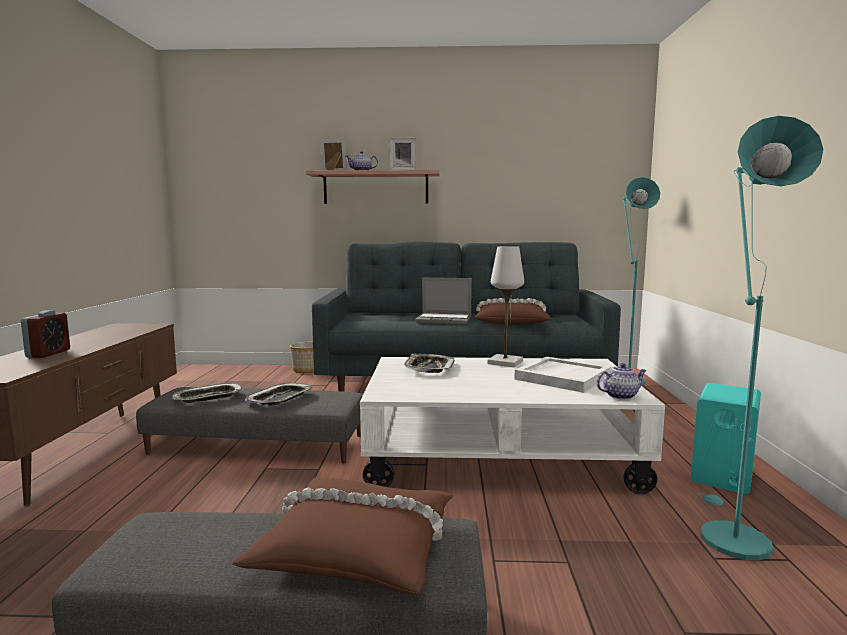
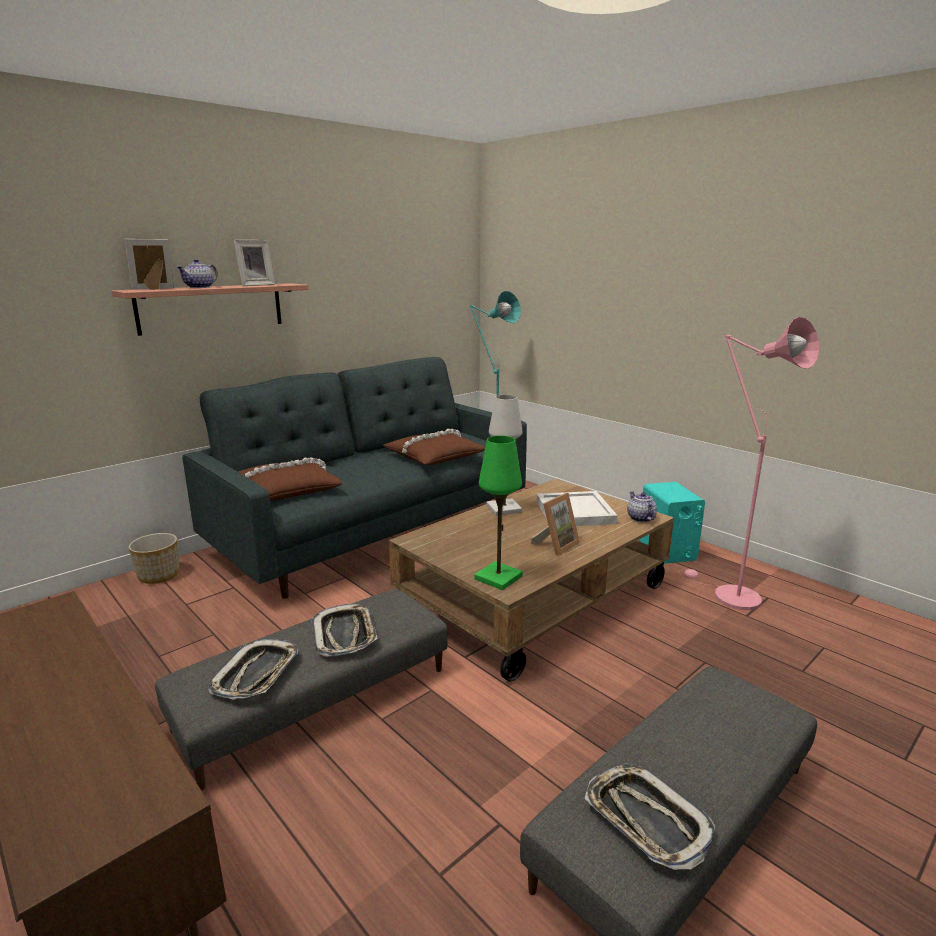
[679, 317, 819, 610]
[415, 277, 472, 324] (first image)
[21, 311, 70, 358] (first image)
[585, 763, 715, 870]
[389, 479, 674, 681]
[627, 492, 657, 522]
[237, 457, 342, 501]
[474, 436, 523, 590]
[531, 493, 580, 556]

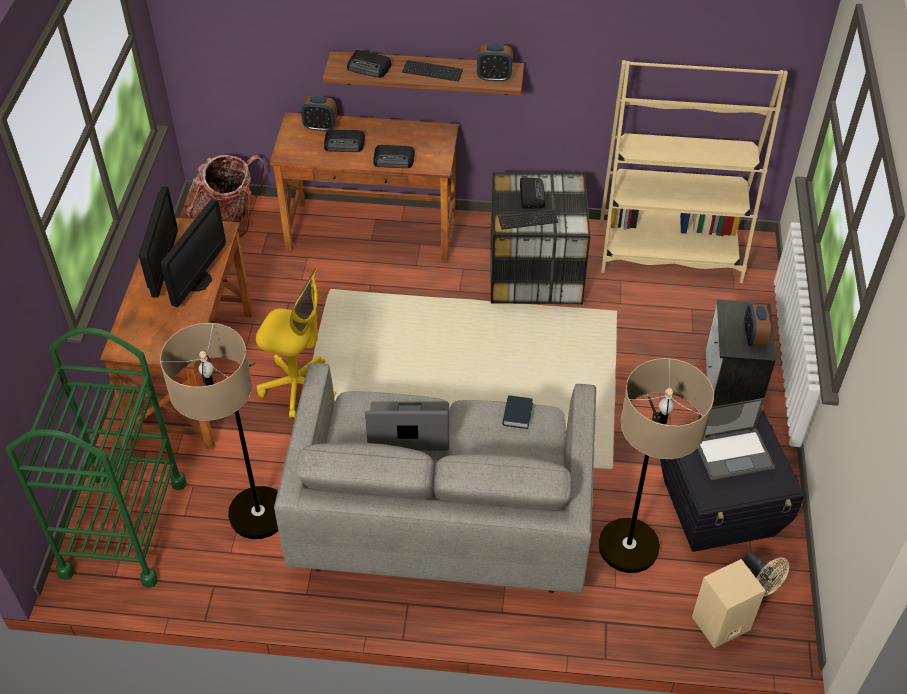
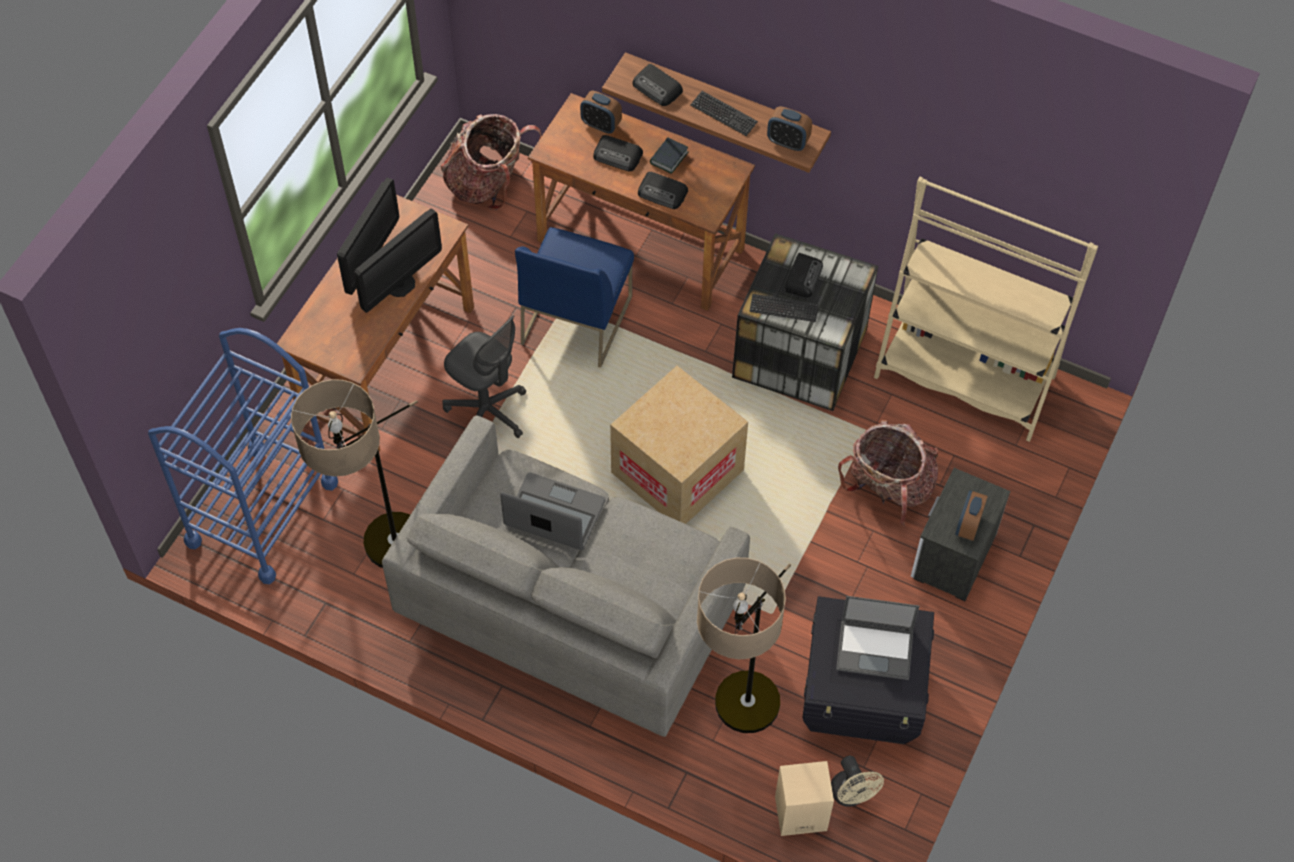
[443, 315, 526, 438]
[148, 328, 338, 584]
[650, 137, 688, 174]
[515, 227, 634, 368]
[610, 366, 748, 524]
[838, 420, 939, 526]

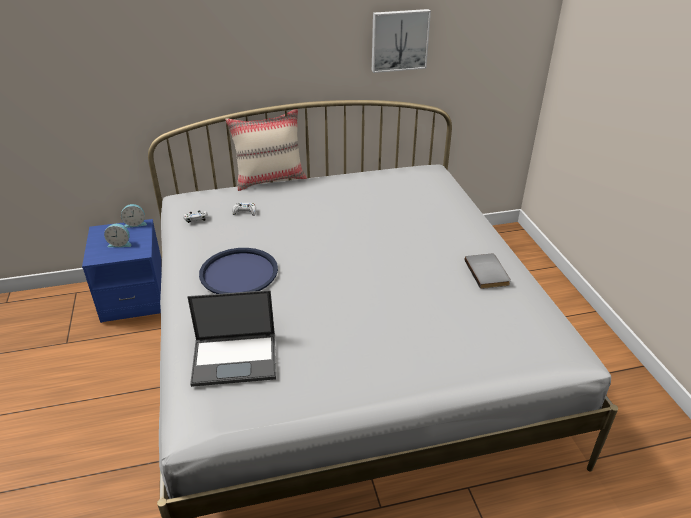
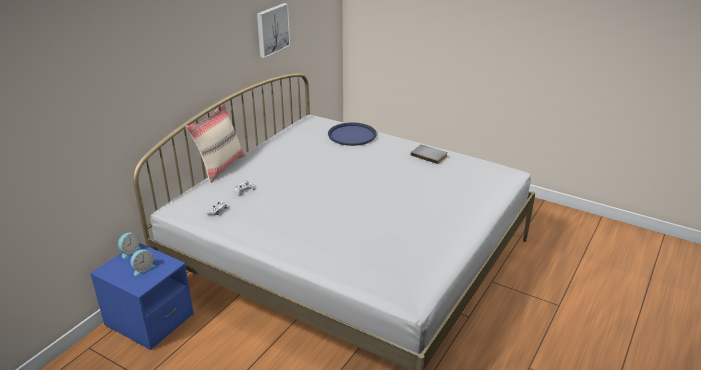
[328, 122, 377, 146]
[187, 290, 276, 387] (first image)

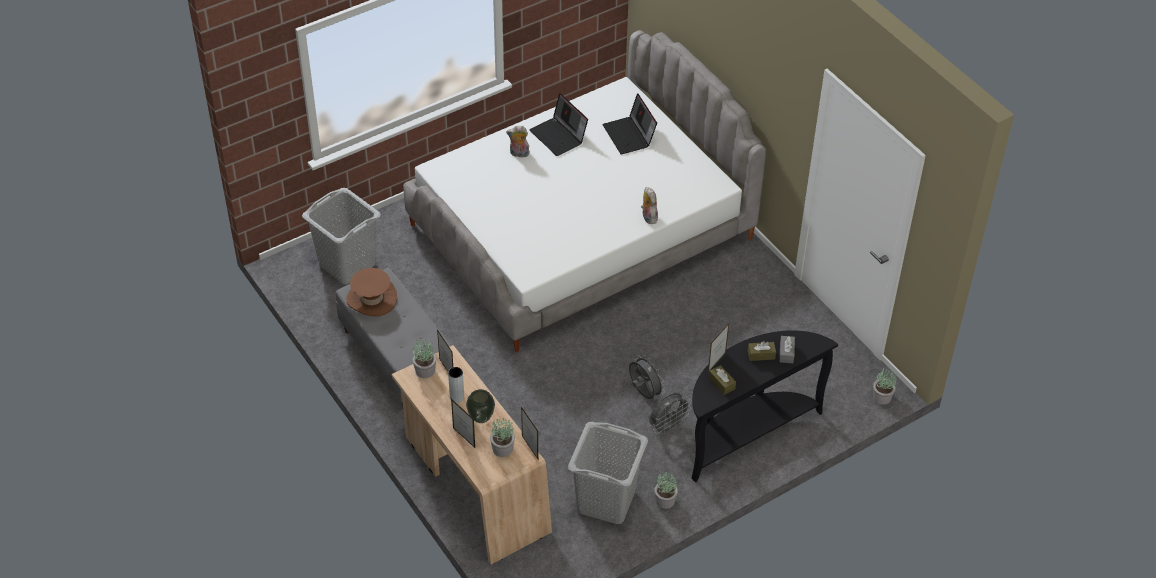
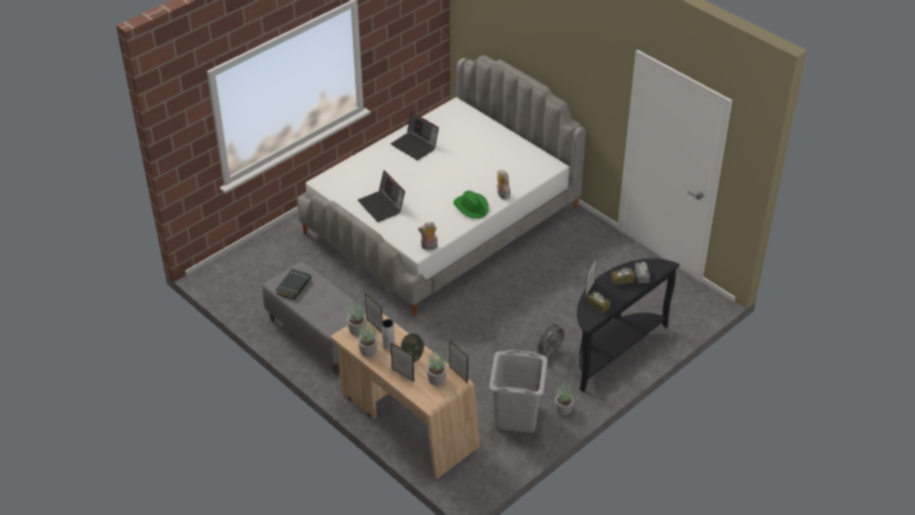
[358, 170, 405, 222]
[418, 222, 438, 250]
[302, 188, 381, 284] (first image)
[276, 269, 311, 300]
[629, 355, 665, 399] (first image)
[358, 323, 378, 357]
[453, 191, 489, 219]

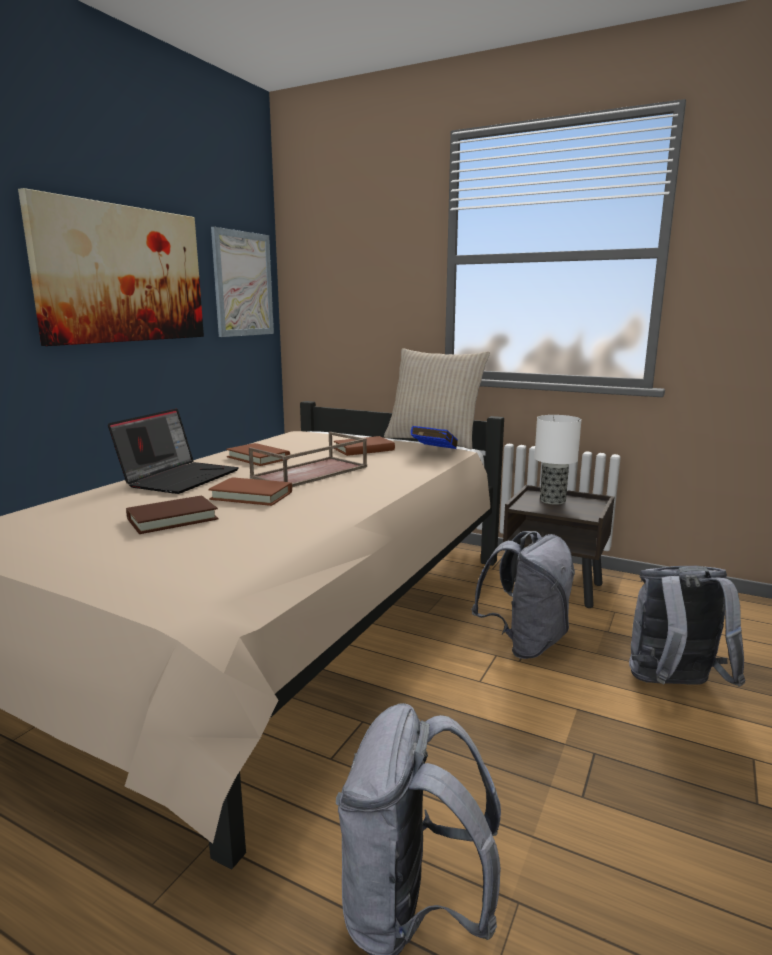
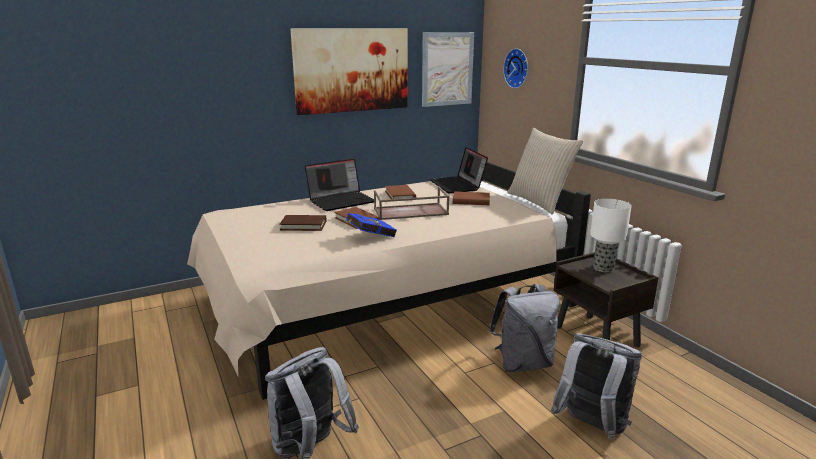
[345, 213, 397, 237]
[503, 48, 528, 89]
[430, 147, 488, 193]

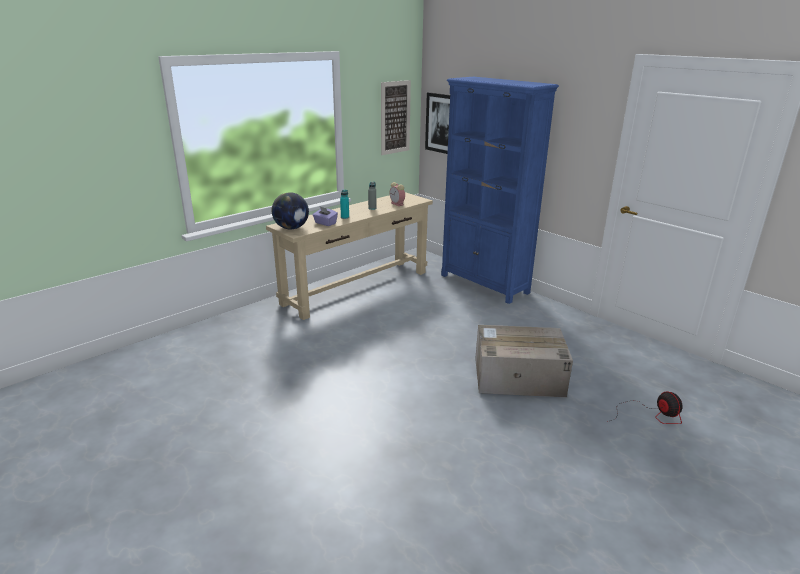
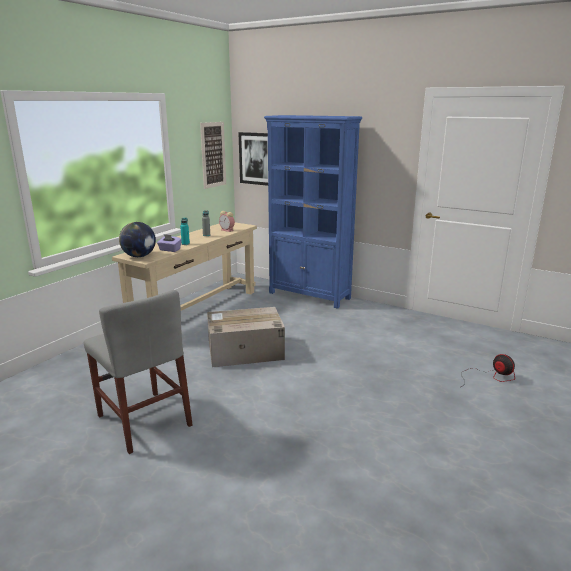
[207, 307, 285, 367]
[84, 290, 193, 454]

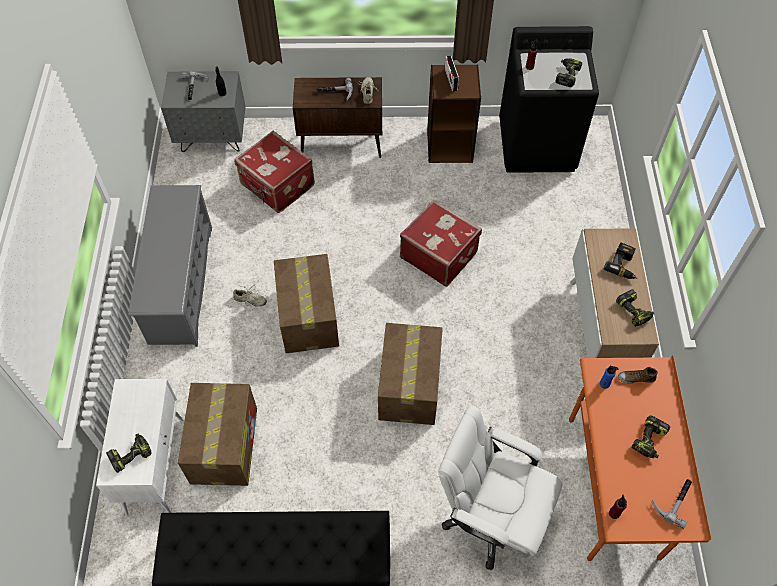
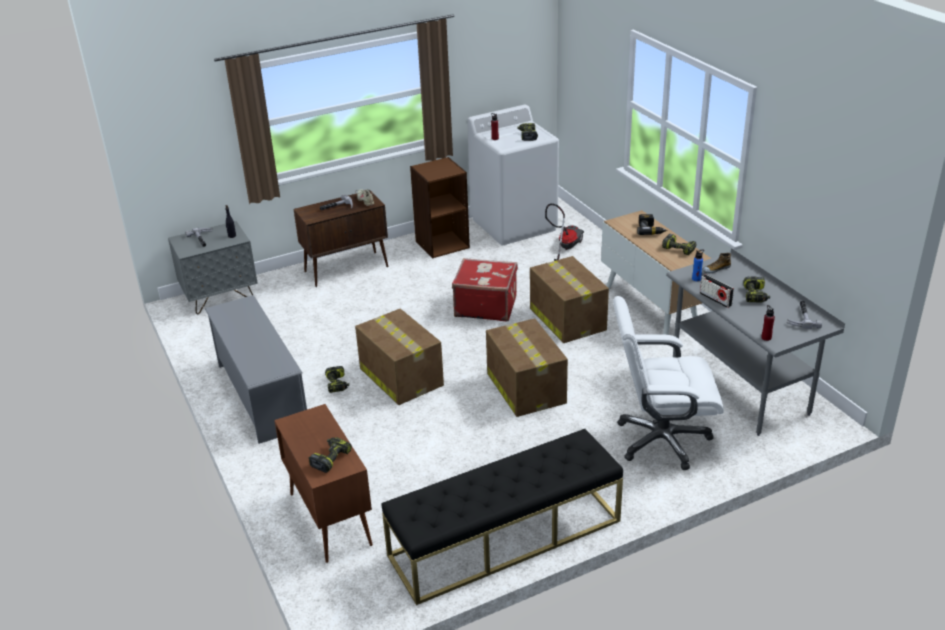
[467, 105, 559, 245]
[700, 274, 734, 308]
[234, 131, 315, 213] (first image)
[325, 366, 349, 393]
[666, 248, 845, 436]
[274, 404, 373, 563]
[530, 256, 609, 343]
[545, 204, 584, 261]

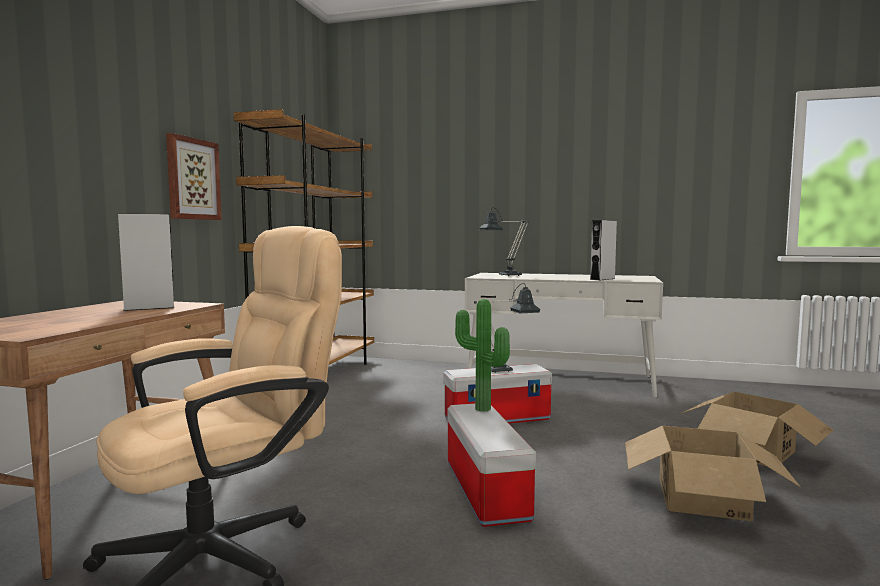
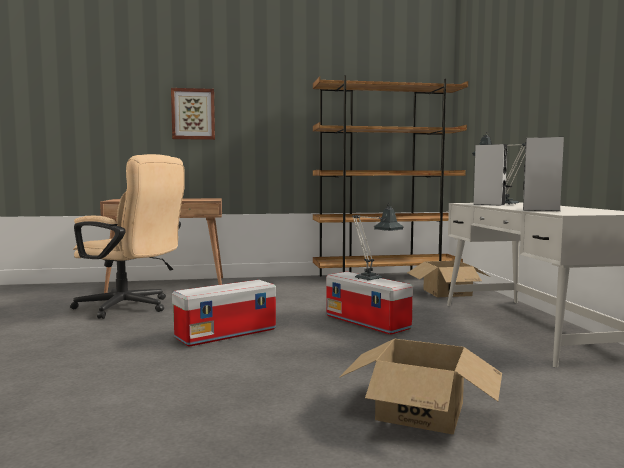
[171, 88, 215, 140]
[473, 144, 507, 206]
[455, 299, 510, 412] (first image)
[407, 261, 490, 297]

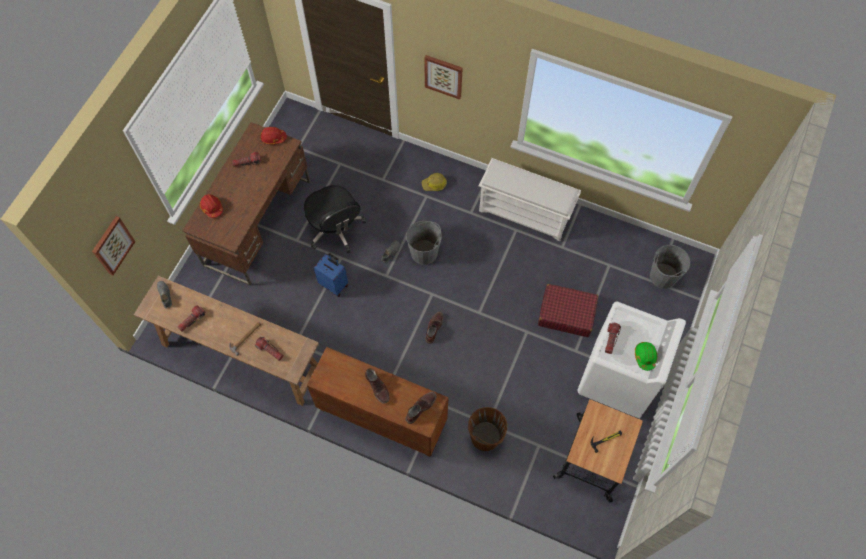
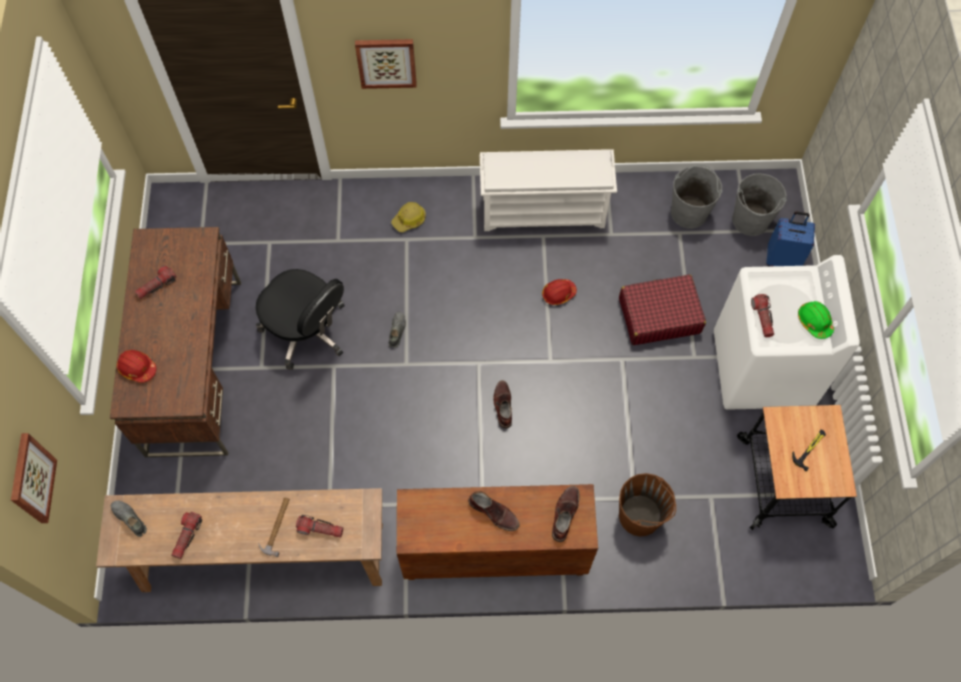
[542, 279, 577, 305]
[671, 164, 722, 229]
[766, 212, 815, 266]

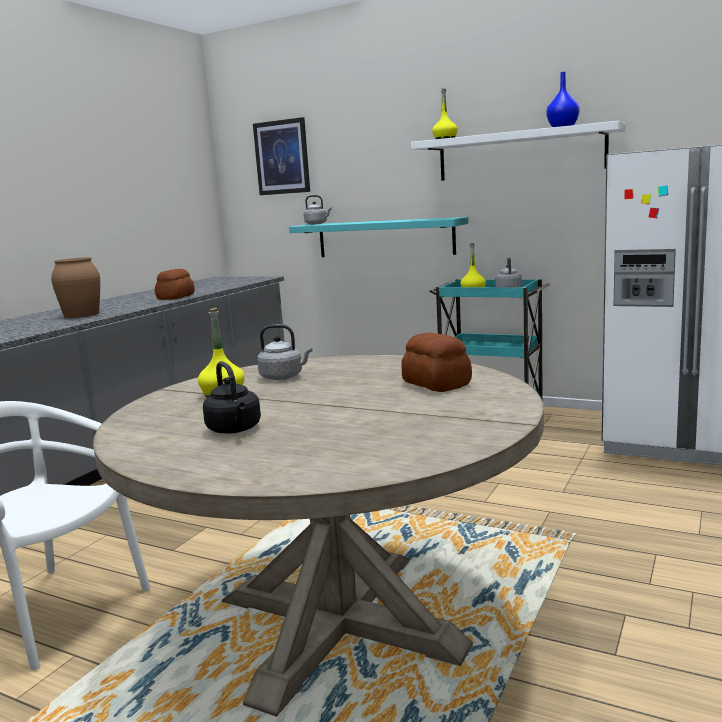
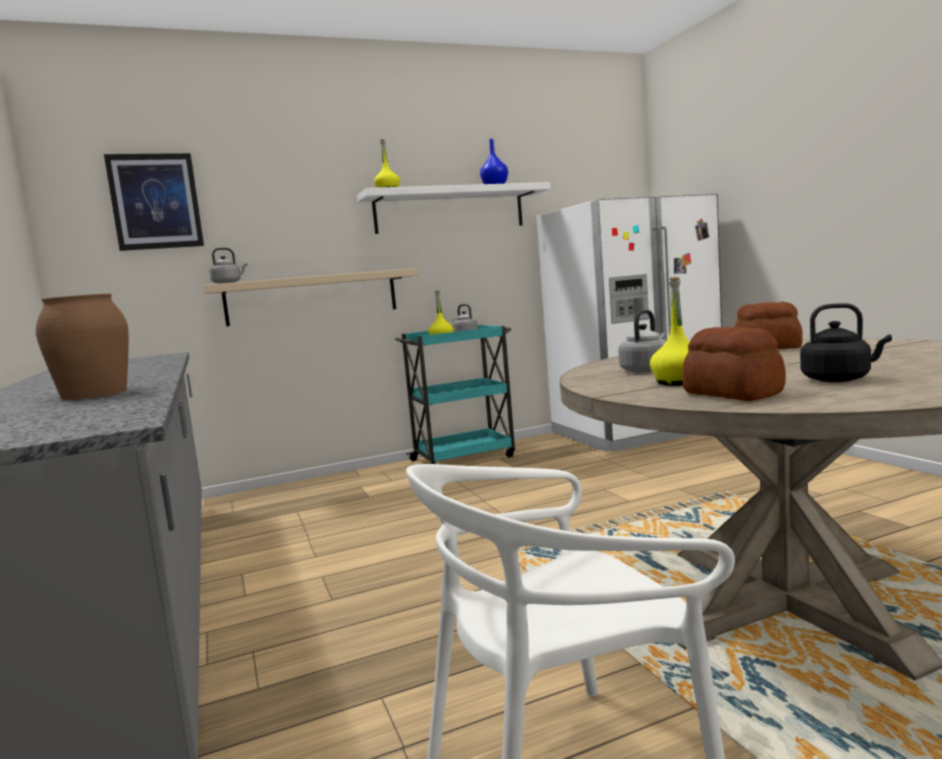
[204, 268, 419, 326]
[682, 327, 786, 401]

